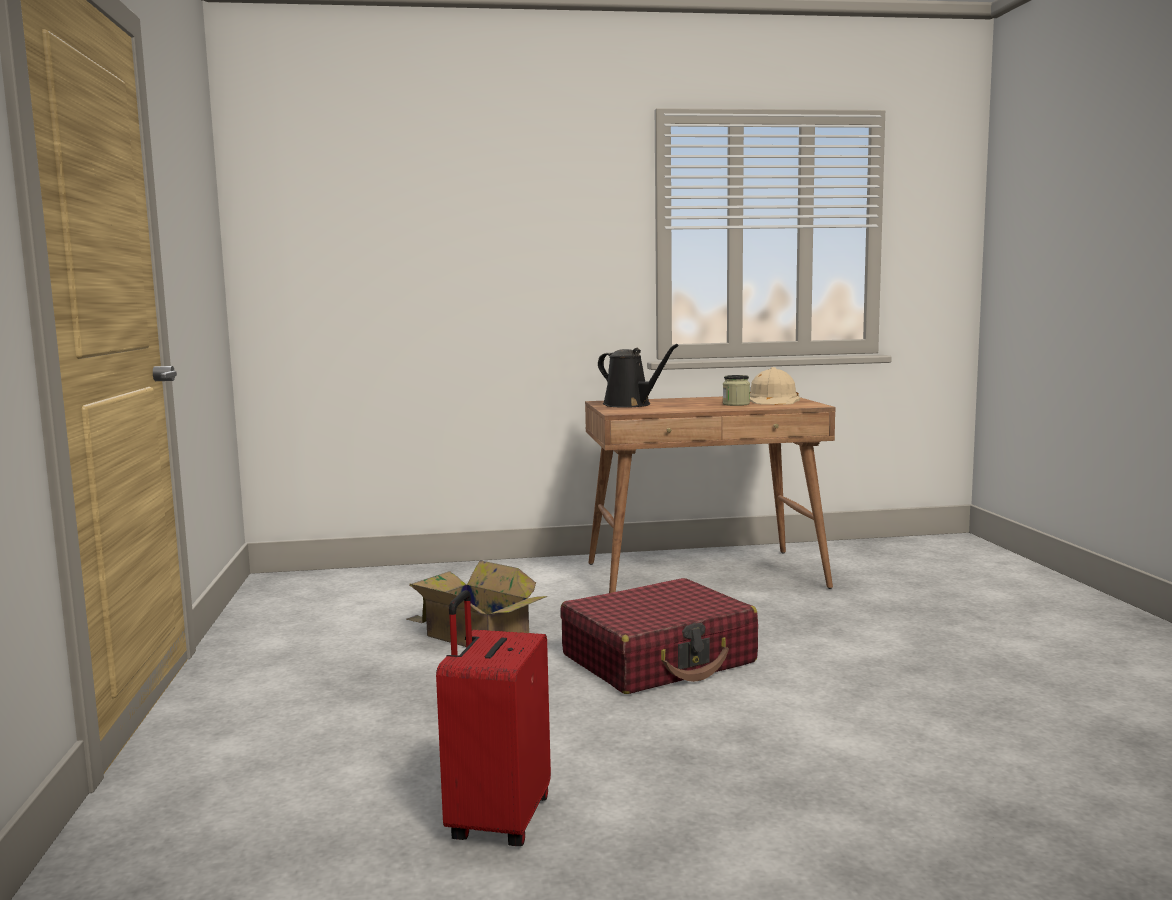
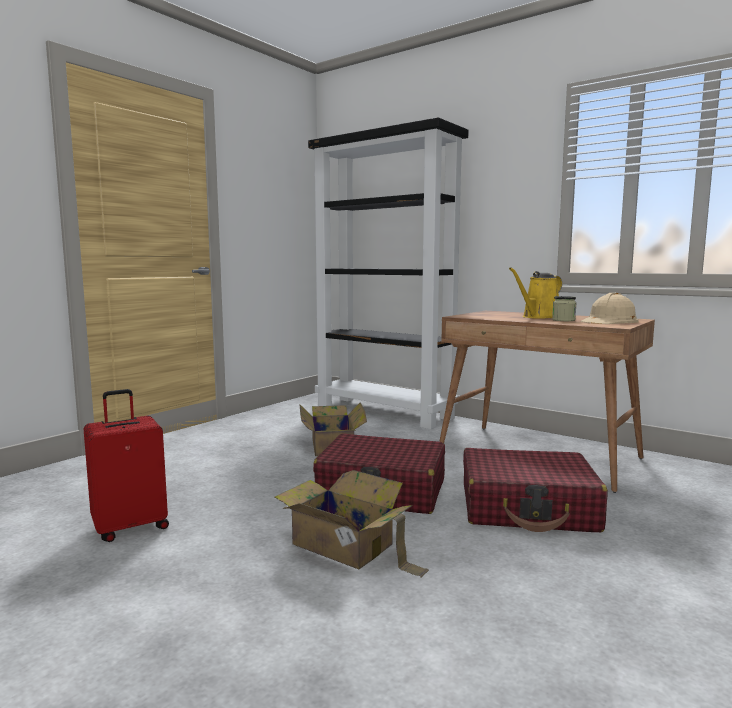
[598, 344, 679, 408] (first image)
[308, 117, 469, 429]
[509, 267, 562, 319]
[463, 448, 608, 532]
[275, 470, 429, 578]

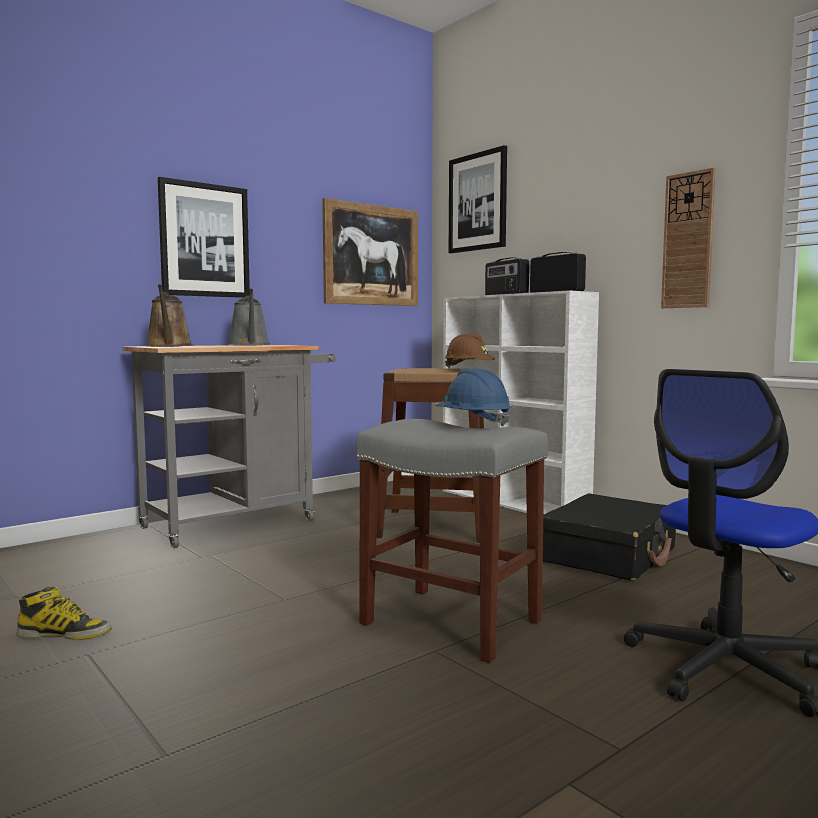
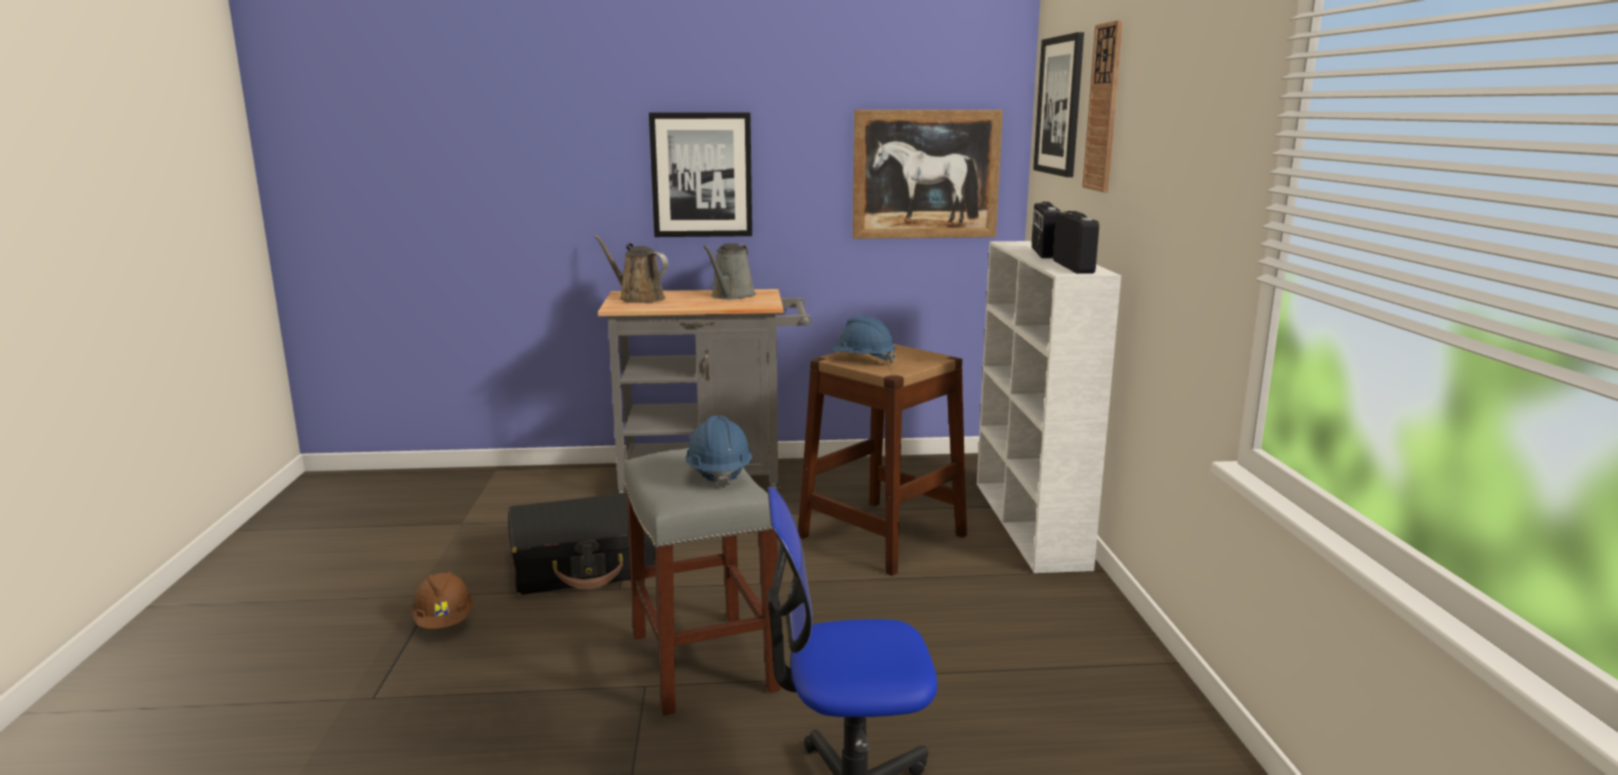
[1082, 20, 1123, 192]
[594, 235, 668, 303]
[412, 572, 473, 629]
[508, 492, 655, 595]
[17, 586, 112, 640] (first image)
[830, 316, 897, 363]

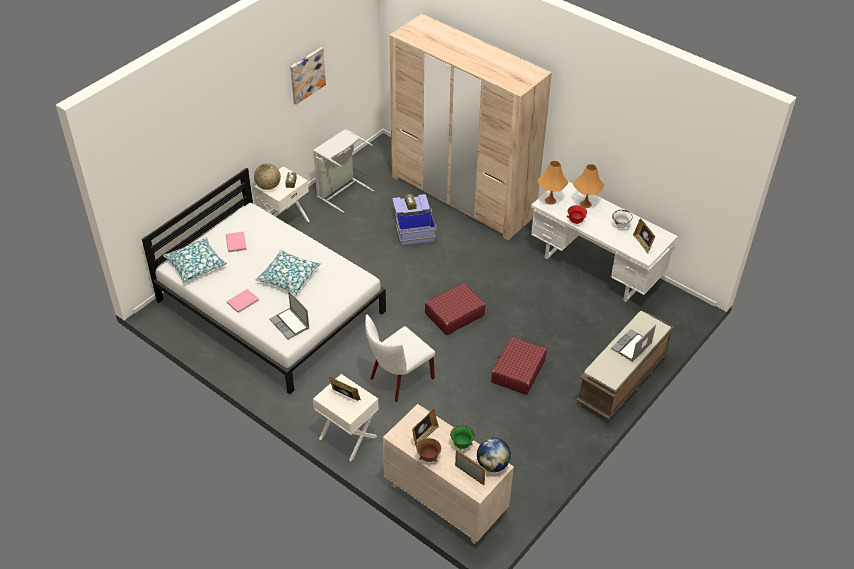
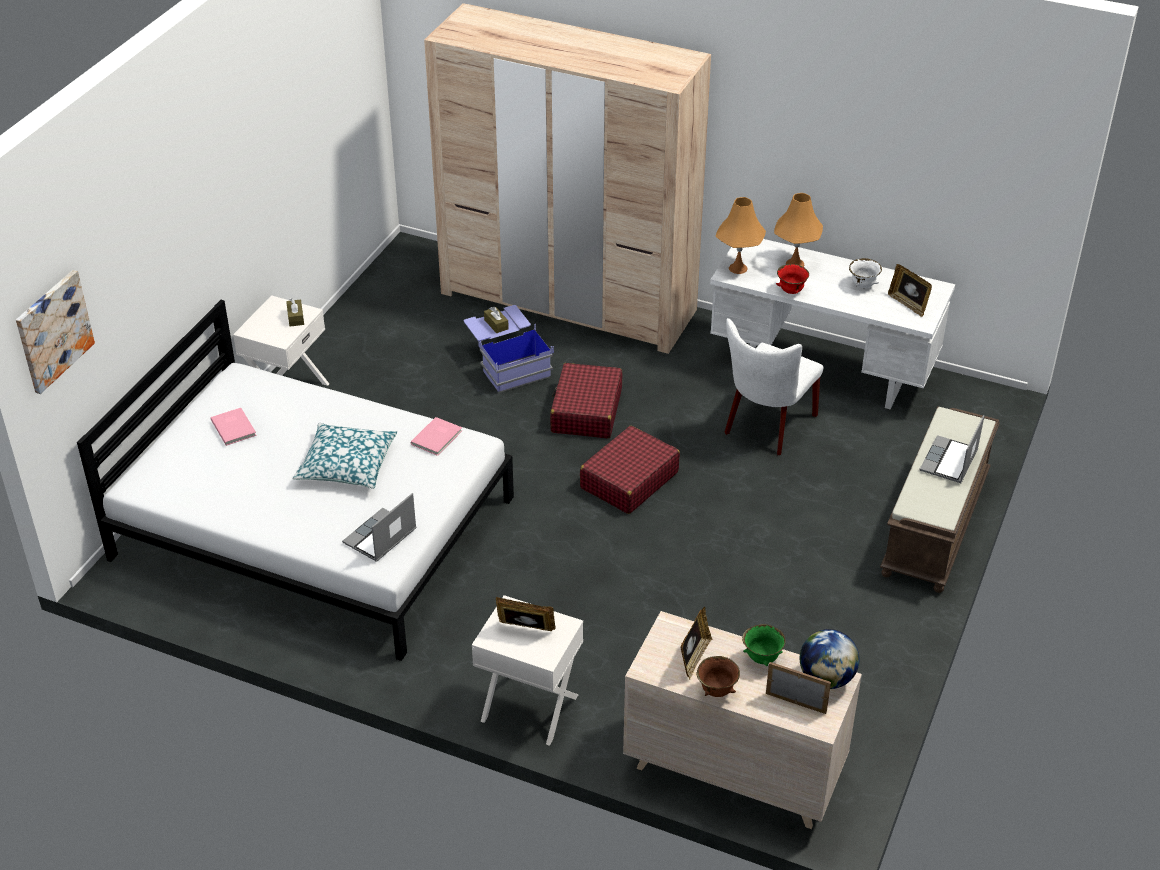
[16, 270, 95, 394]
[313, 129, 374, 213] (first image)
[254, 163, 281, 190] (first image)
[163, 237, 227, 283] (first image)
[411, 417, 462, 456]
[342, 493, 417, 562]
[724, 318, 823, 455]
[550, 363, 622, 438]

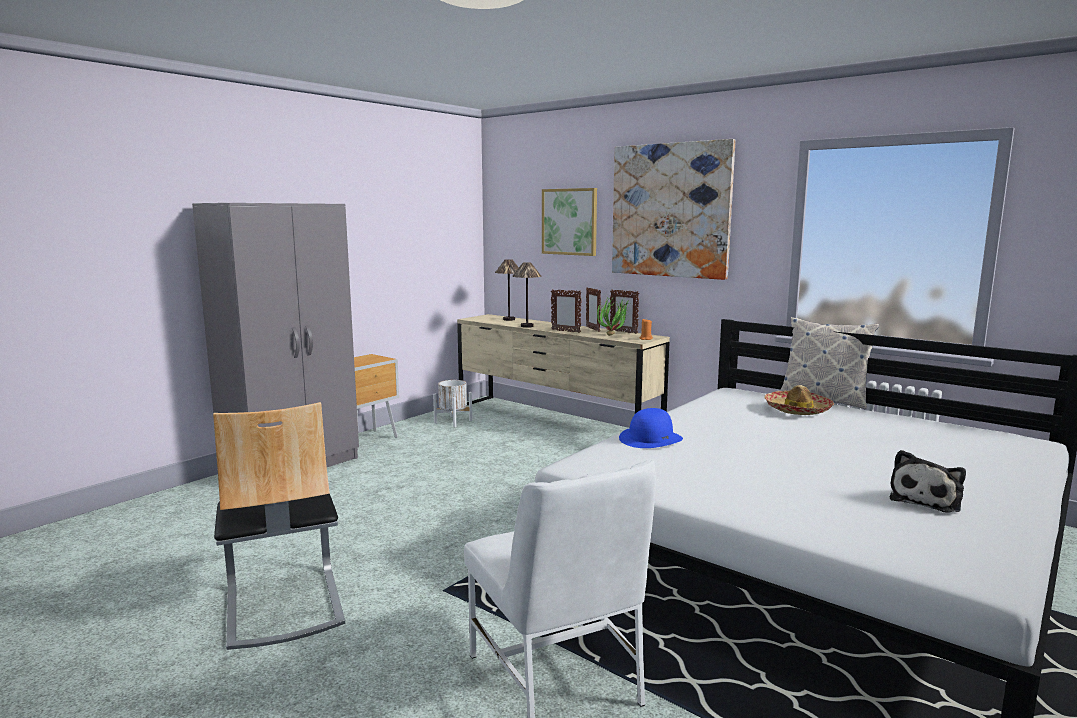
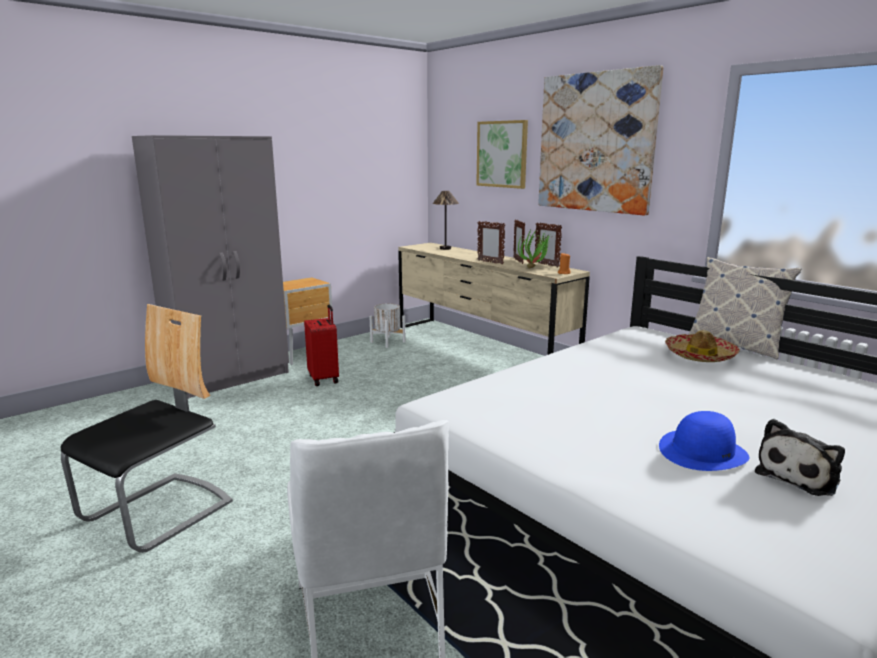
[512, 262, 542, 328] (first image)
[61, 304, 233, 553]
[659, 411, 749, 471]
[304, 305, 339, 386]

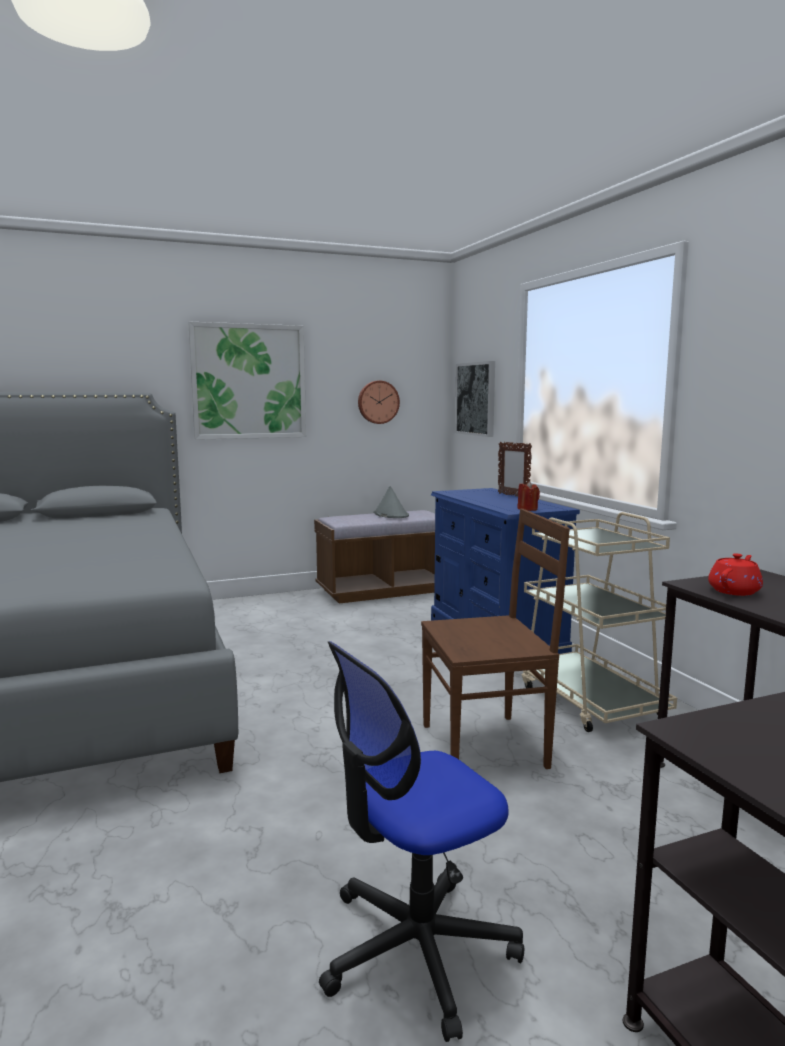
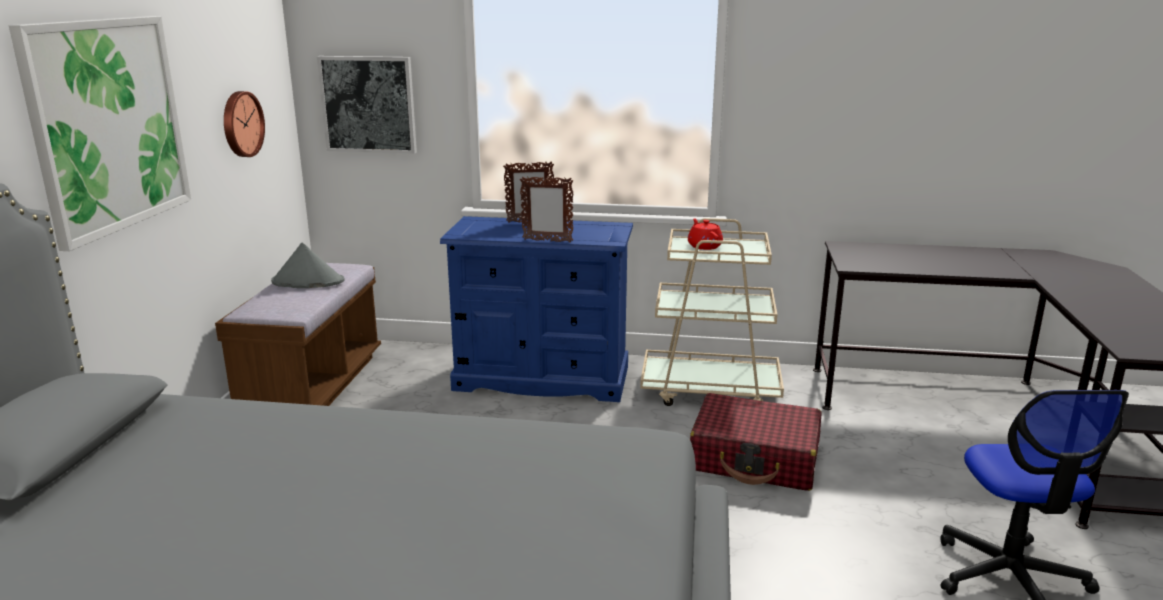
[517, 481, 540, 511] (first image)
[690, 393, 822, 491]
[688, 218, 723, 250]
[520, 176, 573, 242]

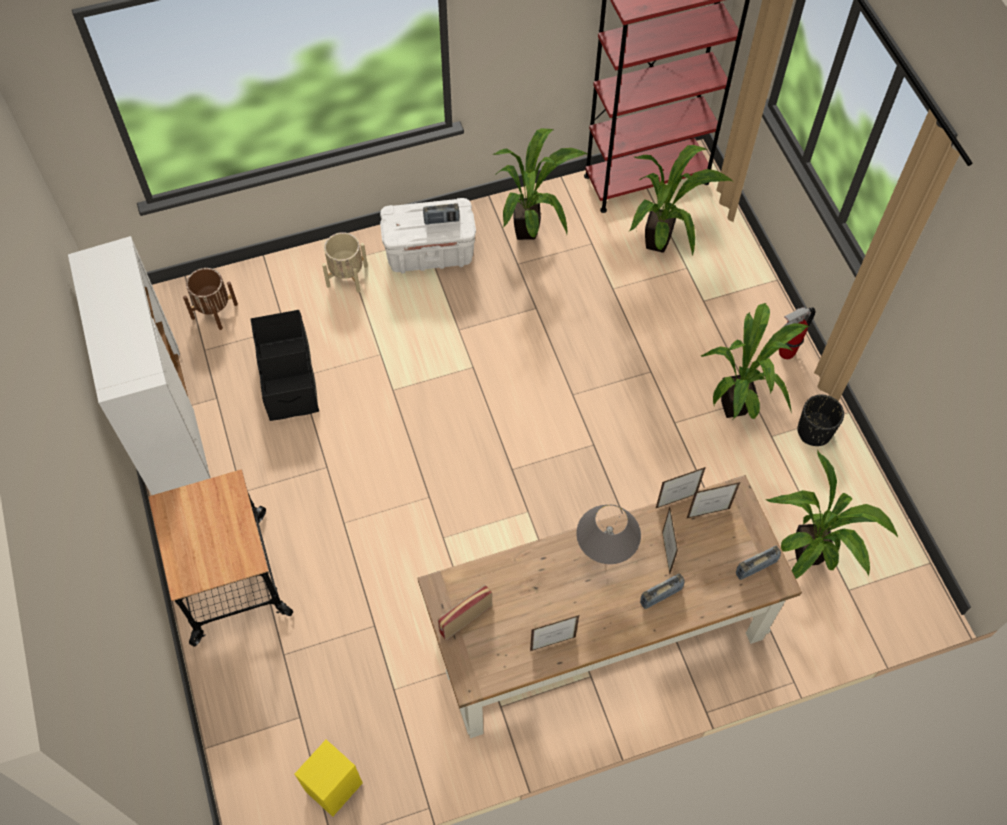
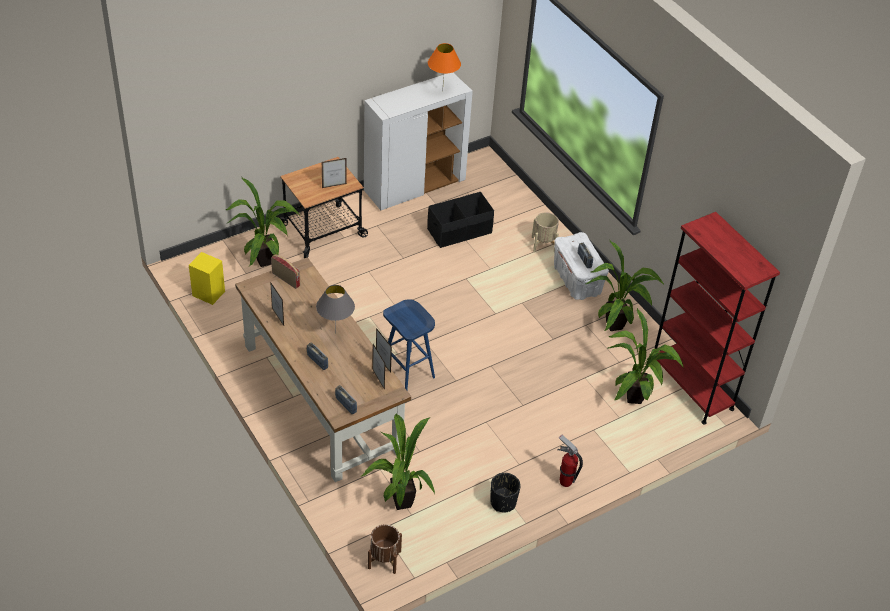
[368, 524, 402, 574]
[226, 177, 300, 267]
[322, 158, 347, 188]
[428, 43, 461, 92]
[383, 299, 435, 390]

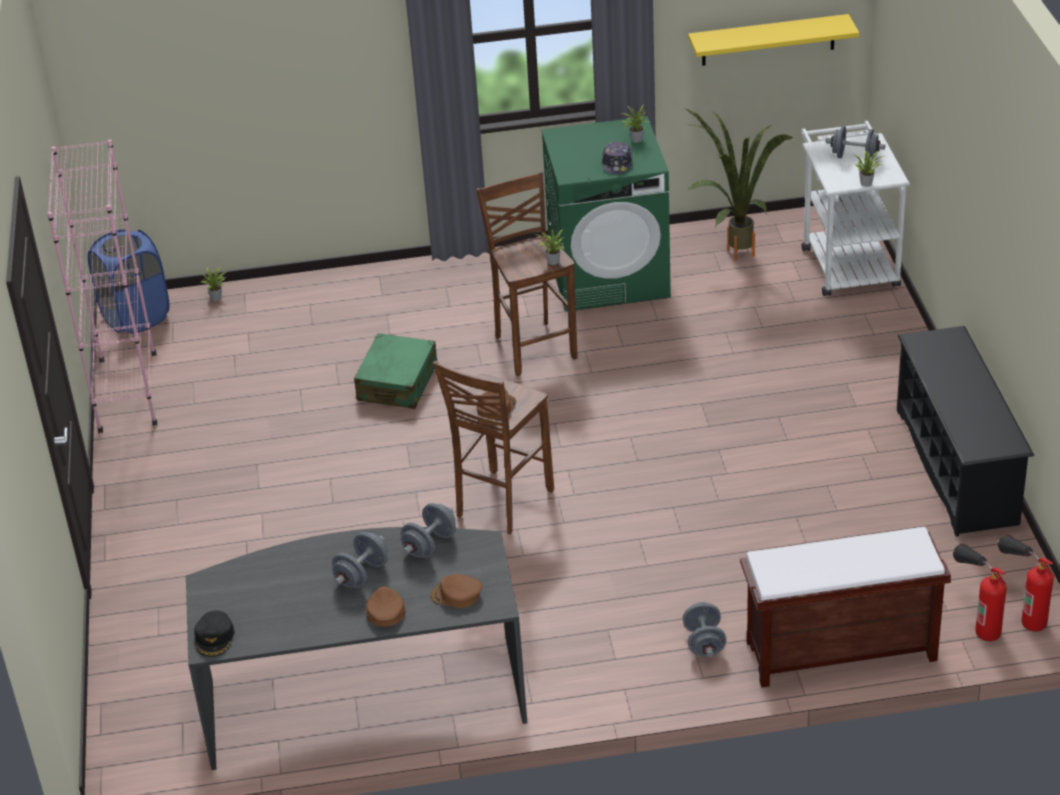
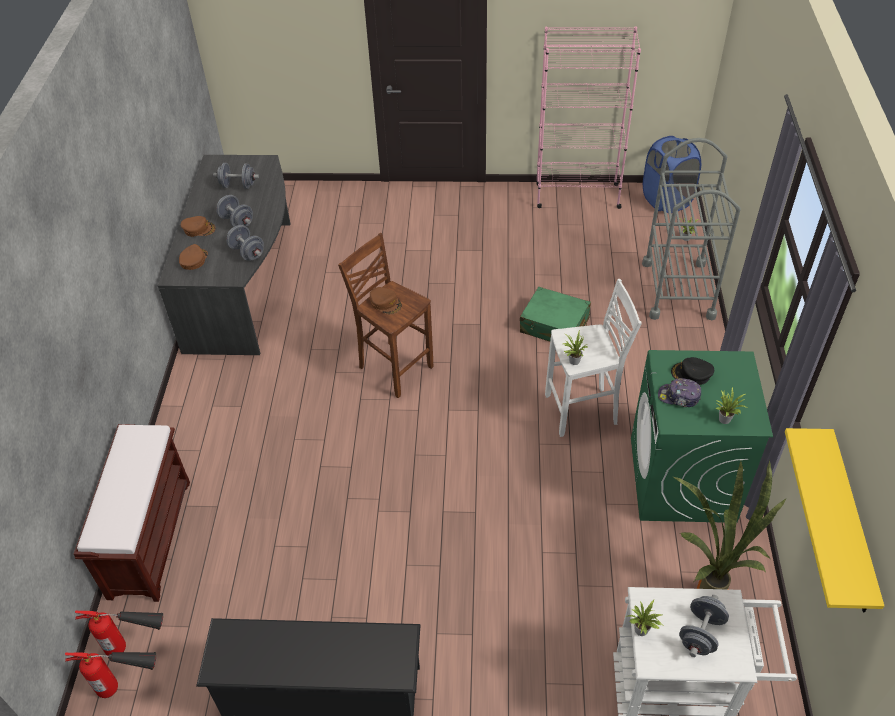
[545, 279, 642, 437]
[213, 163, 259, 189]
[671, 357, 714, 385]
[642, 138, 741, 320]

